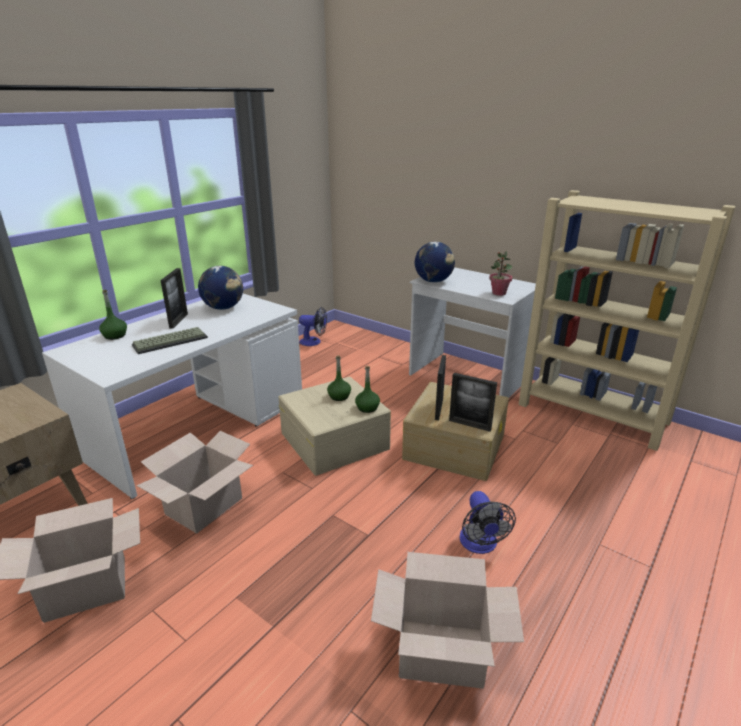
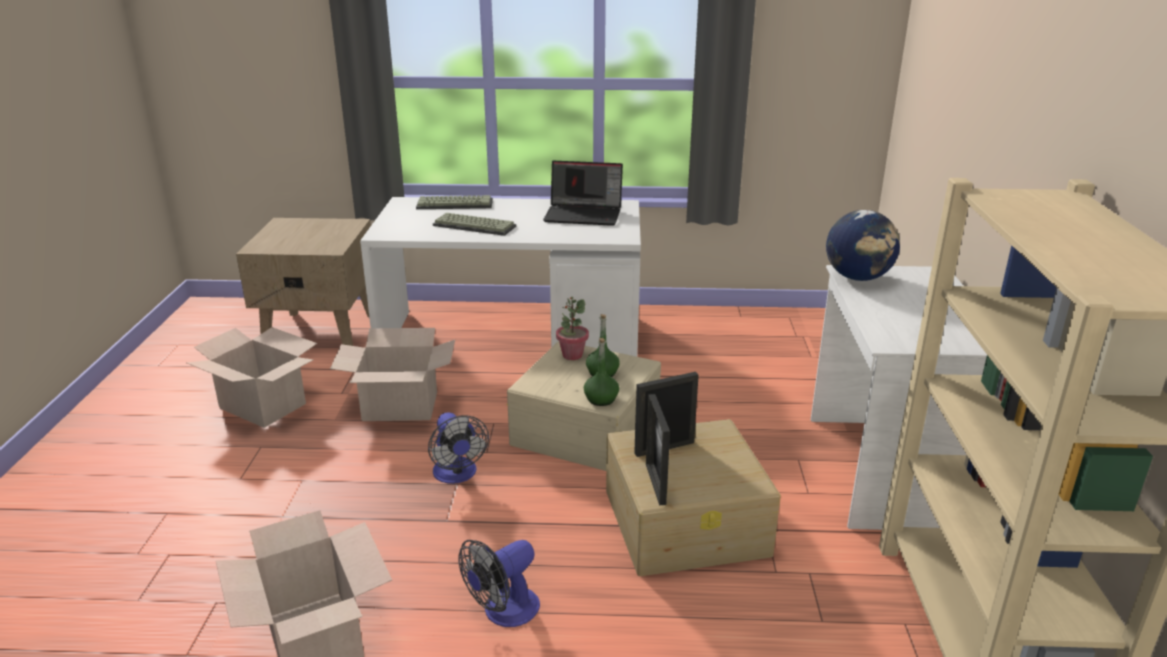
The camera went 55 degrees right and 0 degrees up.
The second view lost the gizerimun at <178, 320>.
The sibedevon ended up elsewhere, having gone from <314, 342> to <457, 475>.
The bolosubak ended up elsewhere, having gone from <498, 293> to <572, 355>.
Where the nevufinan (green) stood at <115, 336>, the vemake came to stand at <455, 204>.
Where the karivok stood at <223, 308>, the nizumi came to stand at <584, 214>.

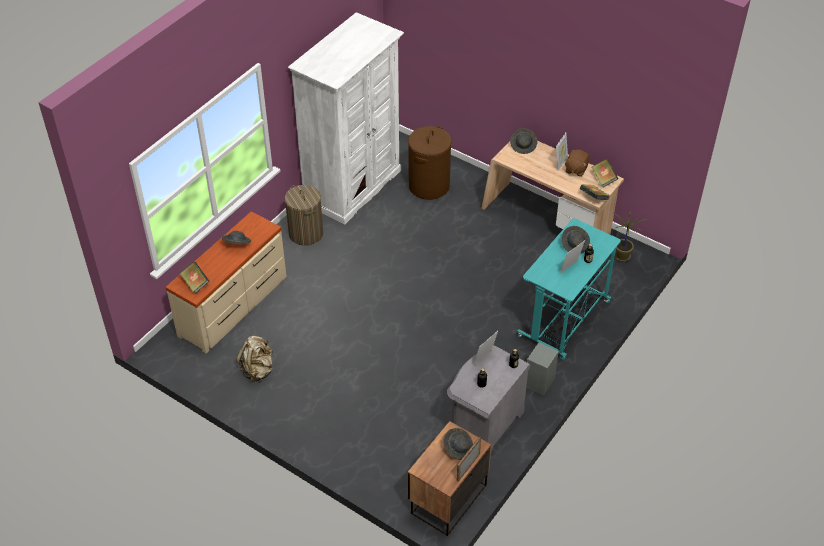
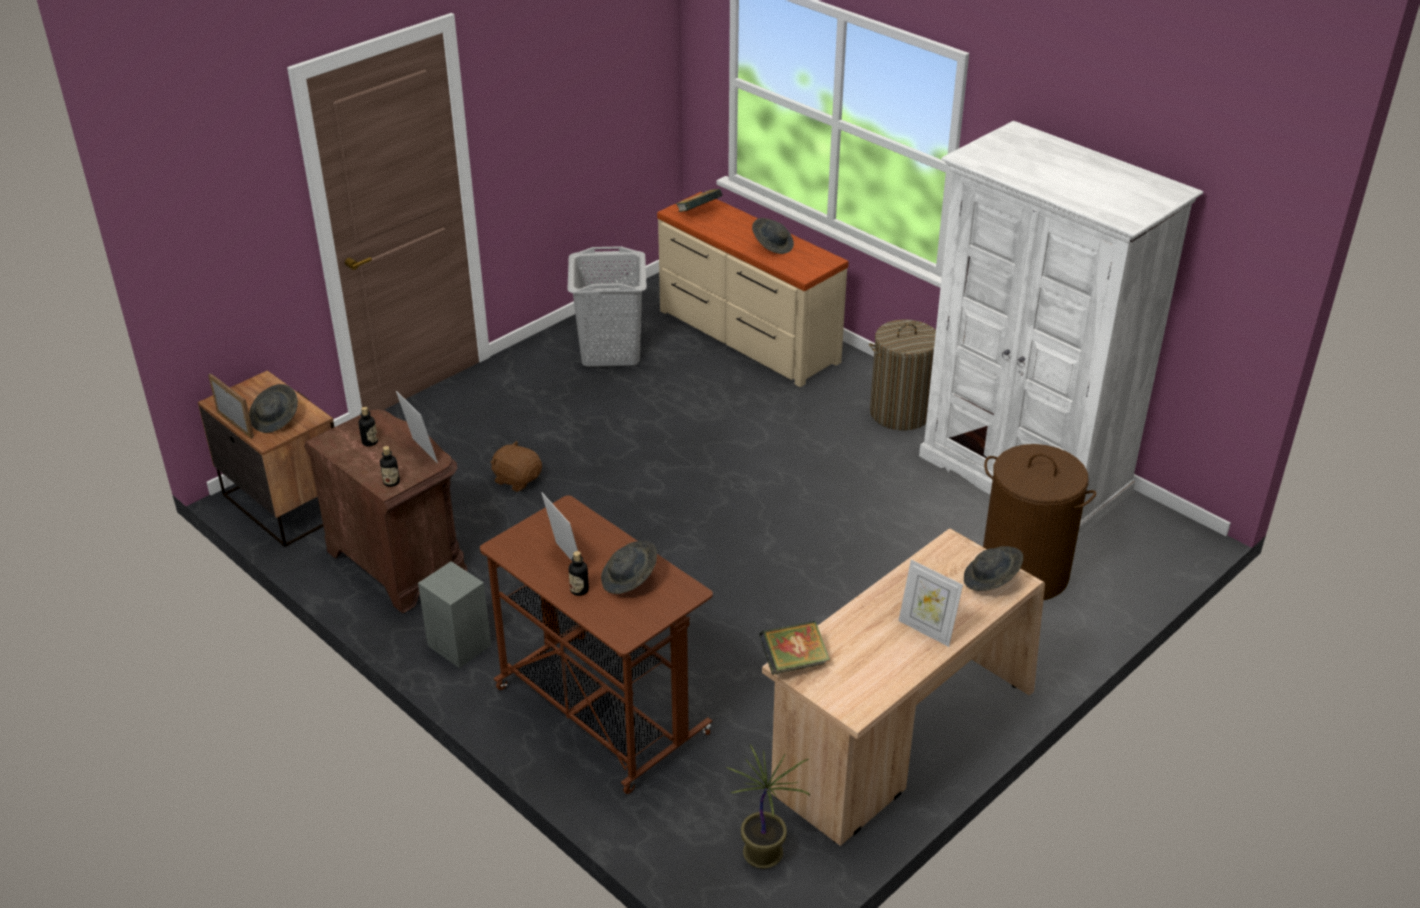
The camera went 100 degrees right and 10 degrees down.
The second view lost the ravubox at <603, 179>.
The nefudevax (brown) ended up elsewhere, having gone from <575, 169> to <517, 479>.
Where the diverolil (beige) stood at <258, 370>, the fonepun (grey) came to stand at <611, 351>.
What was the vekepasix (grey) at <482, 425> turned into the vekepasix (brown) at <401, 560>.
What was the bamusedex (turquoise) at <563, 319> turned into the bamusedex (brown) at <601, 711>.

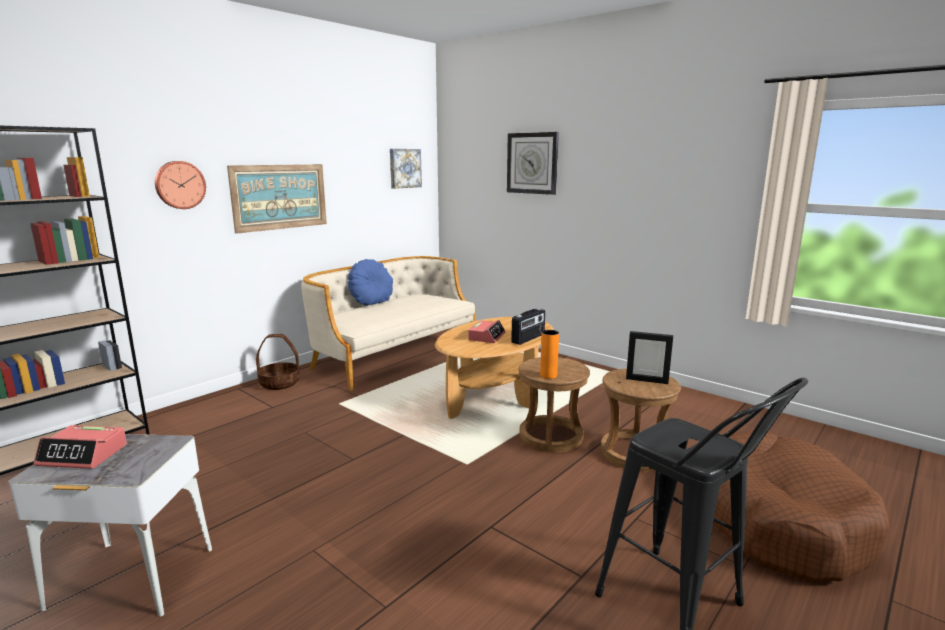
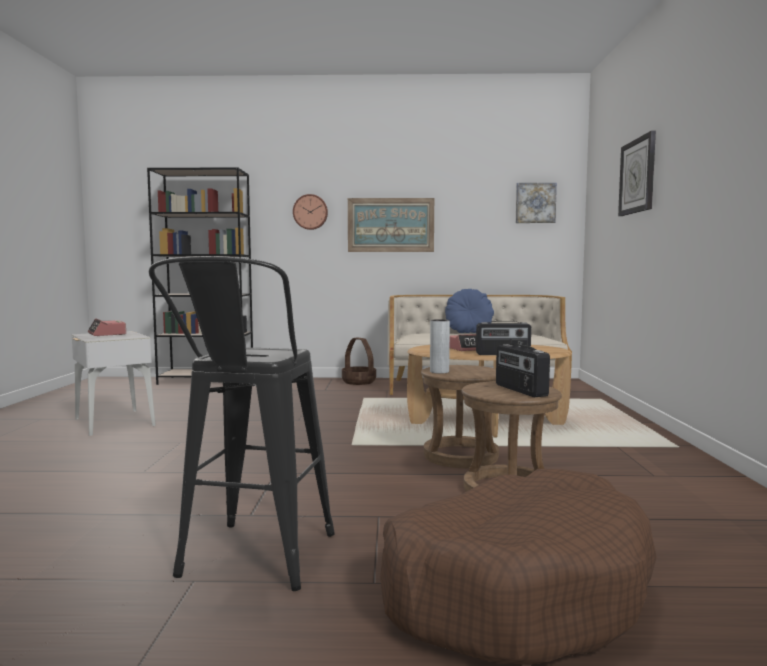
The camera went 50 degrees right and 10 degrees down.
Where the gizerimun stood at <647, 380>, the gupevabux came to stand at <520, 390>.
What was the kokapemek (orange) at <548, 375> turned into the kokapemek (grey) at <439, 372>.

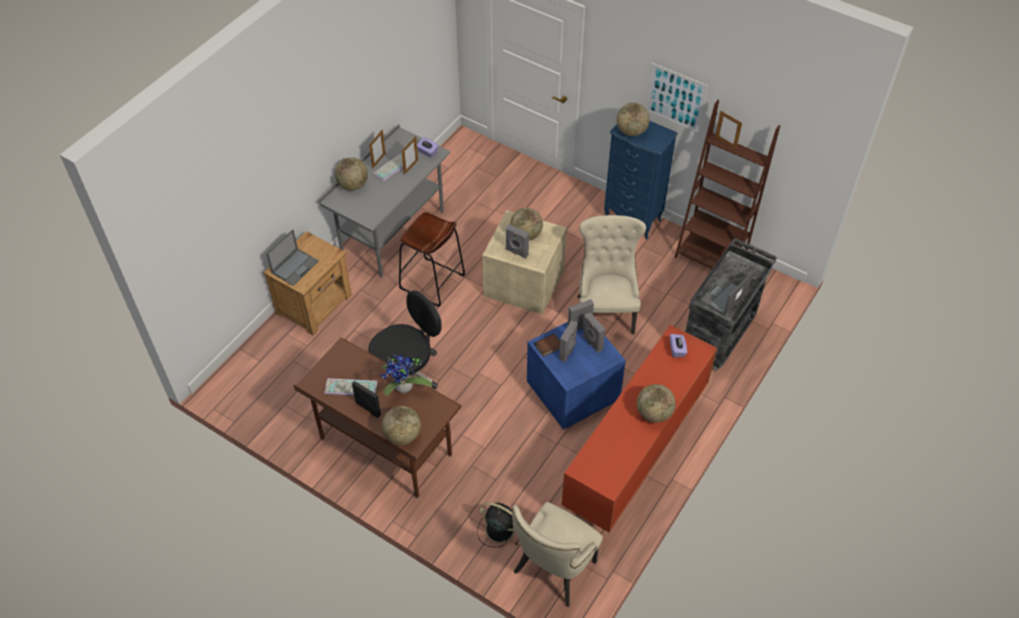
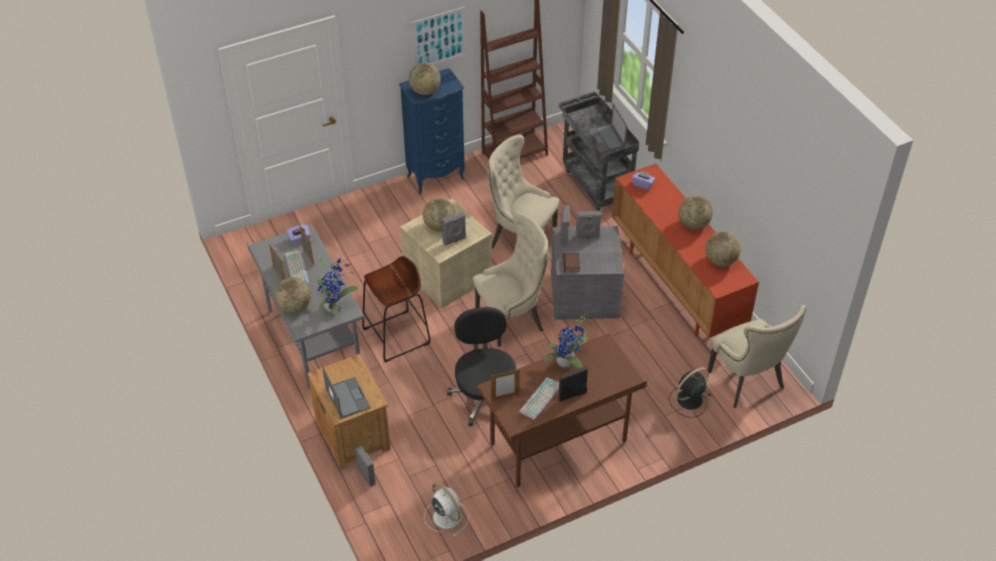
The camera went 60 degrees left and 5 degrees down.
The second view gained the bolosubak at <335, 306>.
The second view gained the sibedevon (white) at <446, 516>.
The second view gained the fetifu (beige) at <511, 319>.
The karivok ended up elsewhere, having gone from <402, 435> to <720, 260>.
The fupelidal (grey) ended up elsewhere, having gone from <568, 351> to <367, 476>.
The gizerimun ended up elsewhere, having gone from <725, 143> to <505, 397>.
What was the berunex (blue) at <572, 391> turned into the berunex (grey) at <585, 295>.

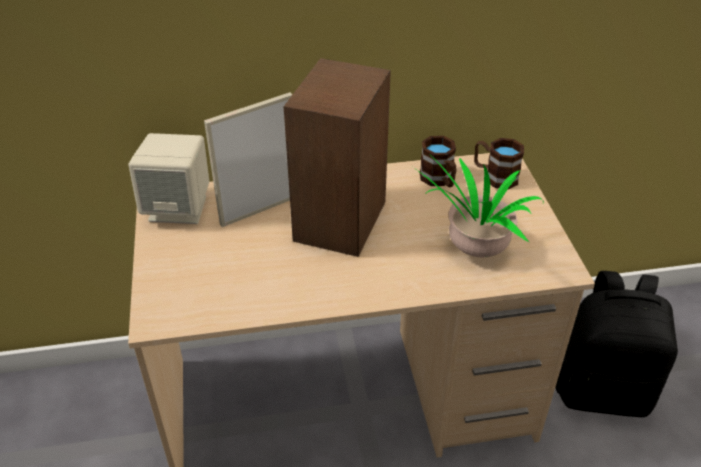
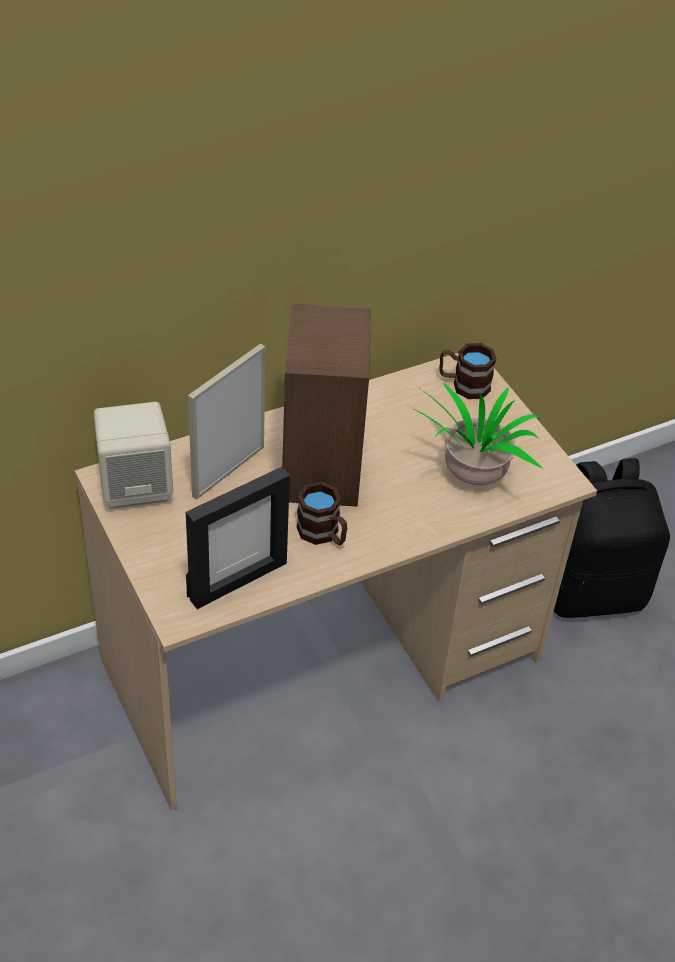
The camera went 20 degrees left and 5 degrees up.
The second view gained the gizerimun at <237, 579>.
The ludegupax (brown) ended up elsewhere, having gone from <439, 180> to <323, 534>.

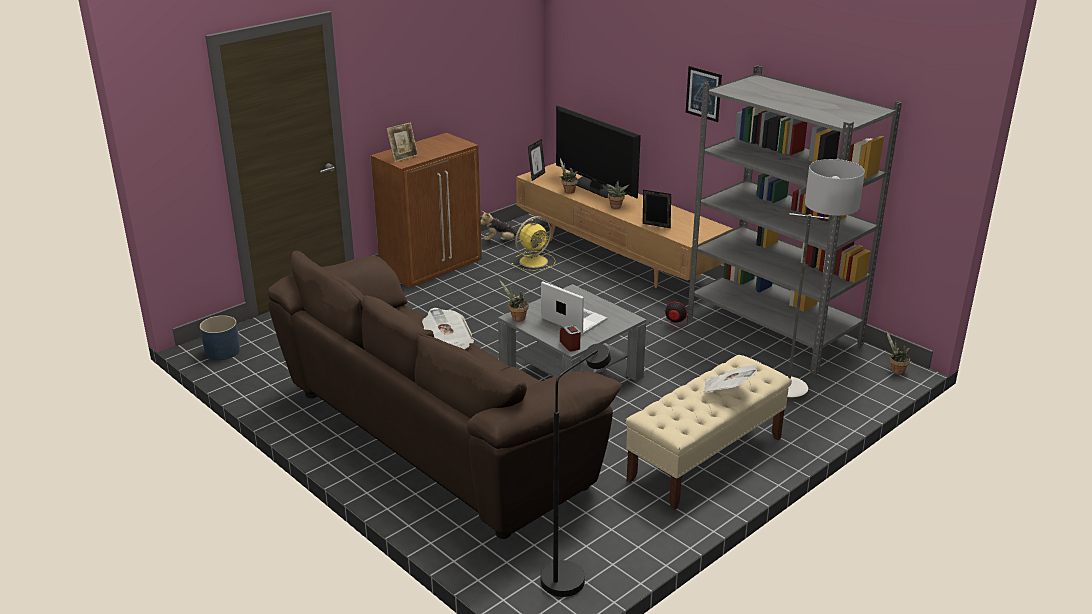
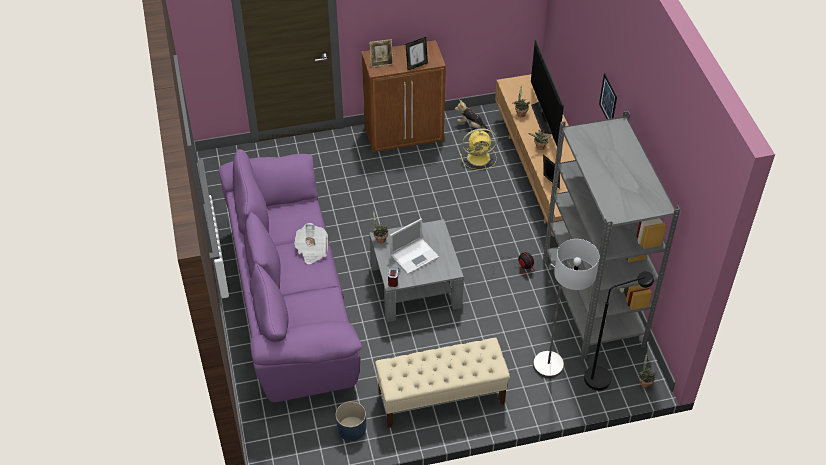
The camera went 30 degrees right and 20 degrees up.
The second view lost the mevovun at <727, 390>.
The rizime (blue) ended up elsewhere, having gone from <222, 352> to <351, 429>.
The gizerimun ended up elsewhere, having gone from <536, 176> to <416, 65>.
The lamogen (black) ended up elsewhere, having gone from <570, 574> to <604, 377>.
What was the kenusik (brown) at <436, 439> turned into the kenusik (purple) at <293, 304>.
The nizumi at <572, 319> ended up facing another way, 75 degrees clockwise from before.

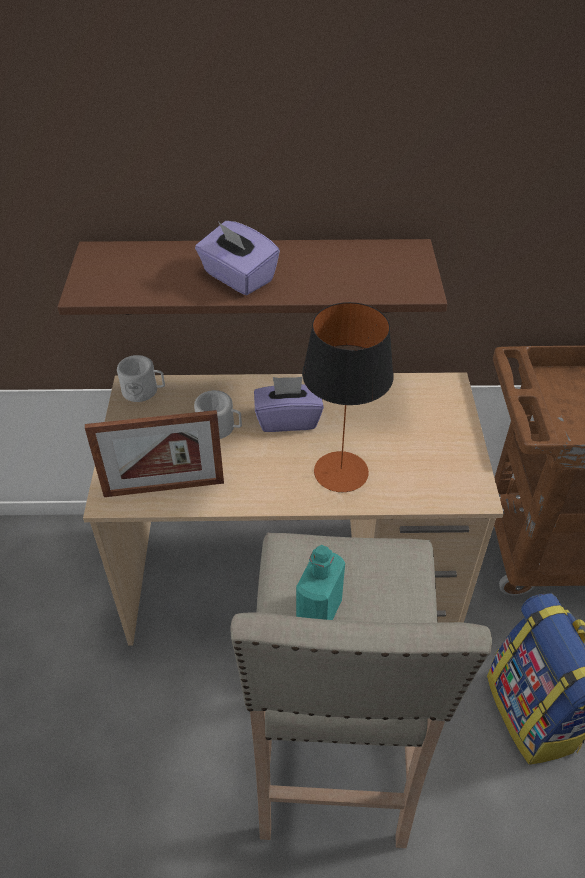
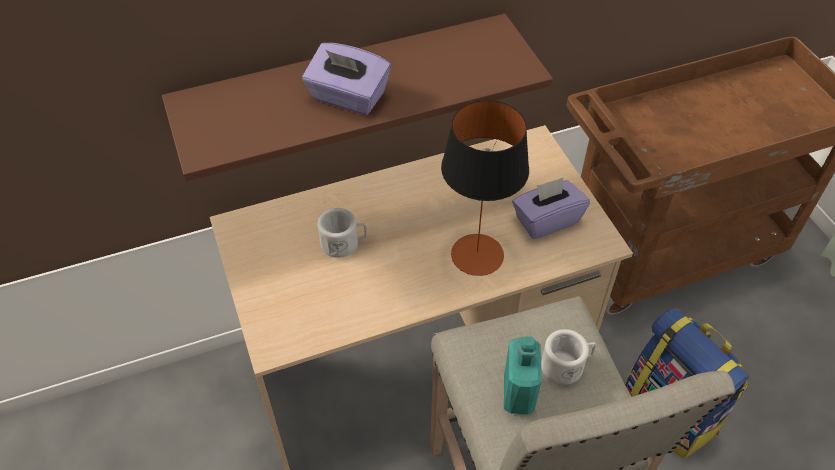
The camera went 20 degrees left and 5 degrees up.
The second view lost the gizerimun at <164, 488>.
The ludegupax (white) ended up elsewhere, having gone from <144, 391> to <566, 365>.
The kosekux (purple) ended up elsewhere, having gone from <288, 419> to <546, 220>.

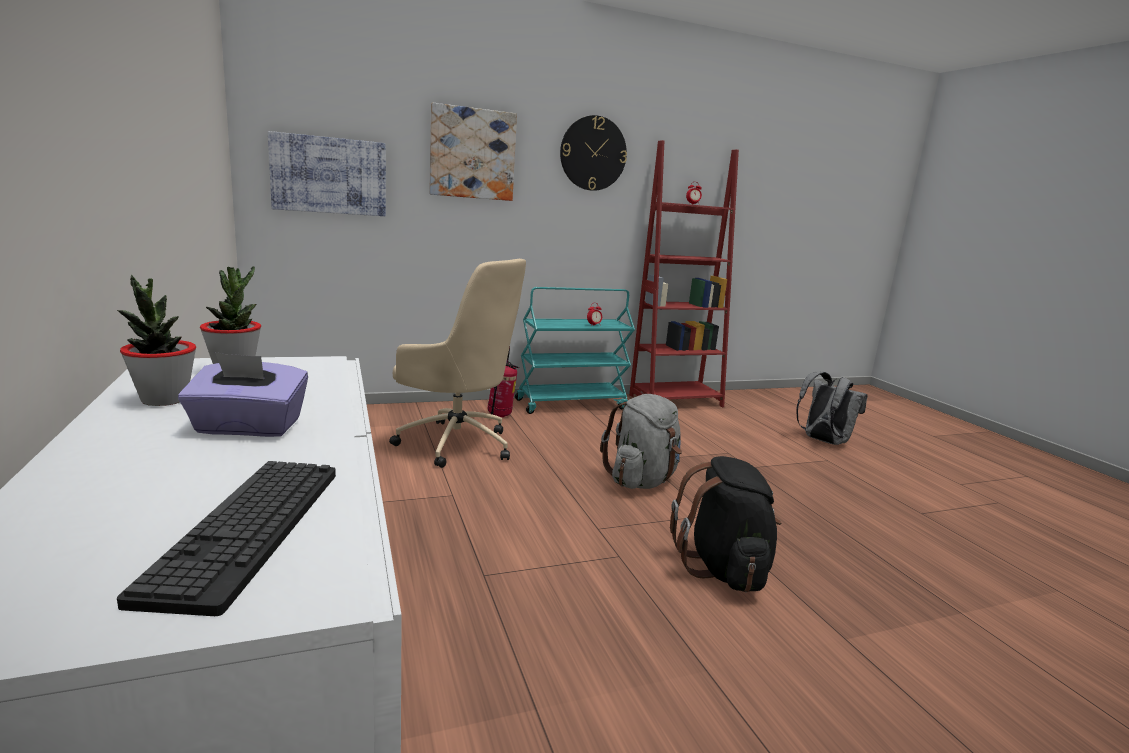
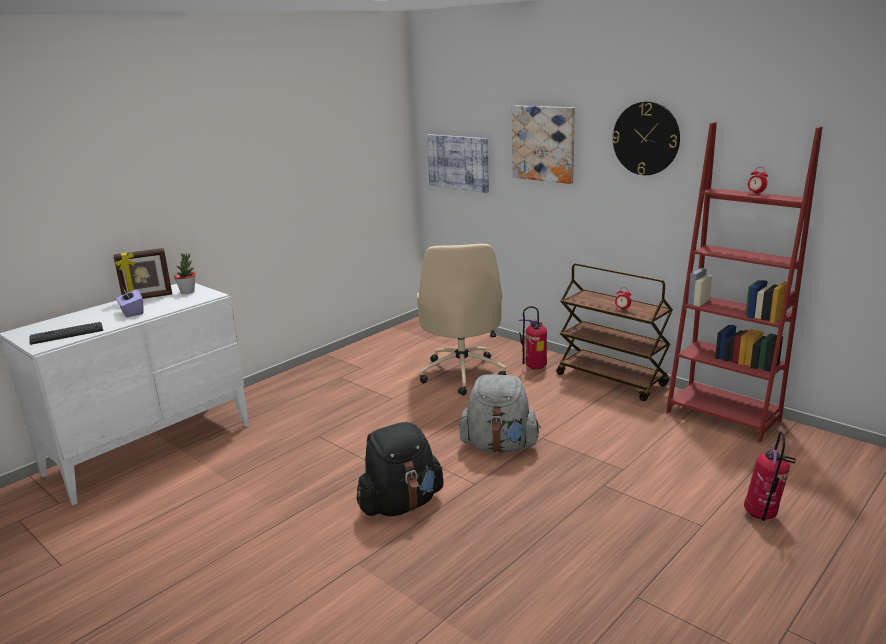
The camera went 65 degrees right and 5 degrees up.
Where the bolosubak stood at <164, 399>, the gizerimun came to stand at <148, 297>.
Where the diverolil (grey) stood at <822, 441>, the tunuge came to stand at <763, 516>.
What was the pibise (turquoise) at <571, 404> turned into the pibise (brown) at <612, 380>.

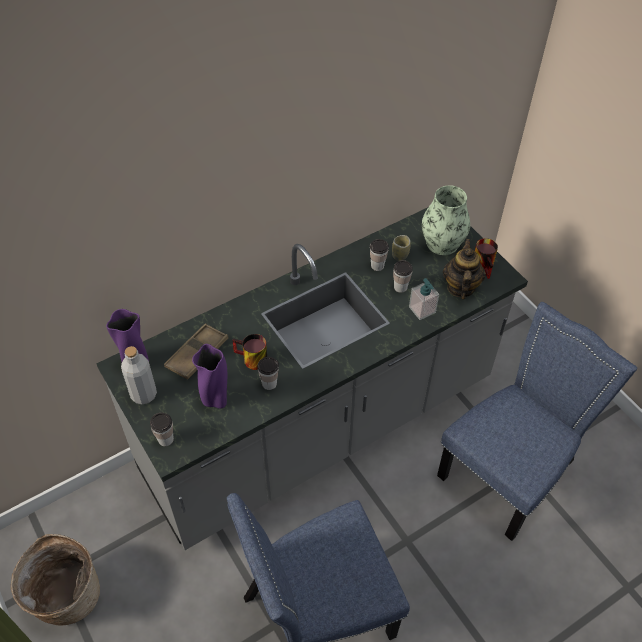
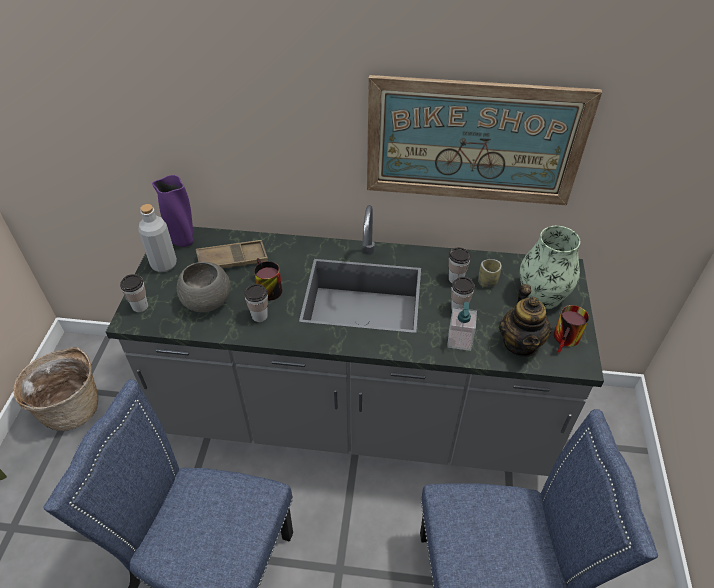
The camera went 40 degrees right and 5 degrees down.
The second view gained the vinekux at <473, 142>.
Where the kokapemek (purple) stood at <215, 400>, the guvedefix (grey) came to stand at <206, 301>.
The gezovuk at <460, 287> ended up facing another way, 135 degrees clockwise from before.

